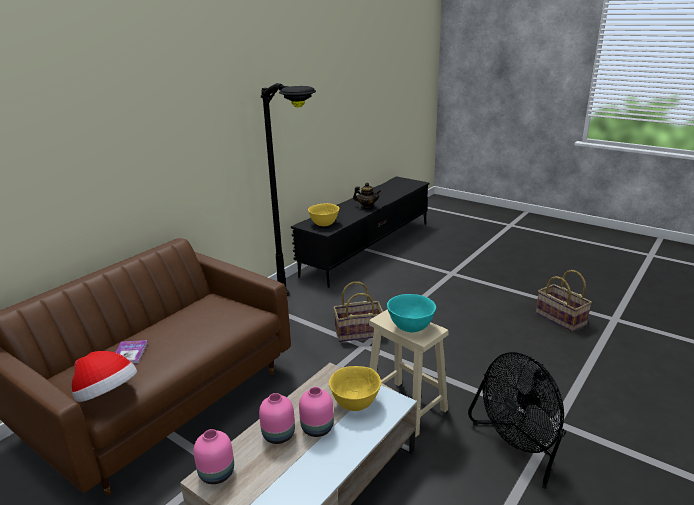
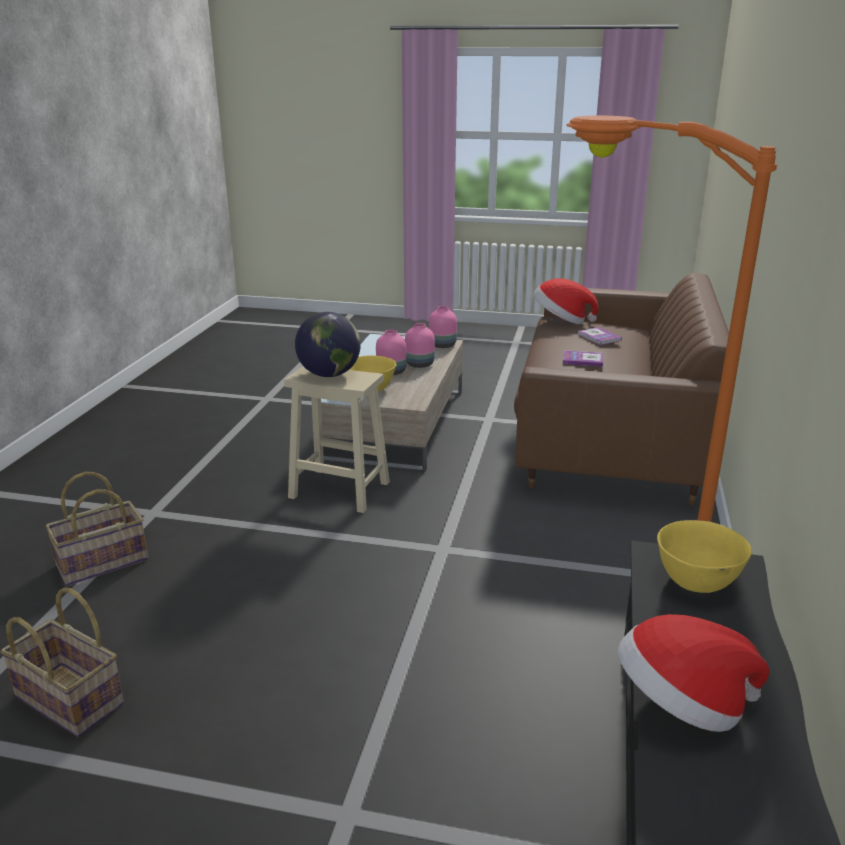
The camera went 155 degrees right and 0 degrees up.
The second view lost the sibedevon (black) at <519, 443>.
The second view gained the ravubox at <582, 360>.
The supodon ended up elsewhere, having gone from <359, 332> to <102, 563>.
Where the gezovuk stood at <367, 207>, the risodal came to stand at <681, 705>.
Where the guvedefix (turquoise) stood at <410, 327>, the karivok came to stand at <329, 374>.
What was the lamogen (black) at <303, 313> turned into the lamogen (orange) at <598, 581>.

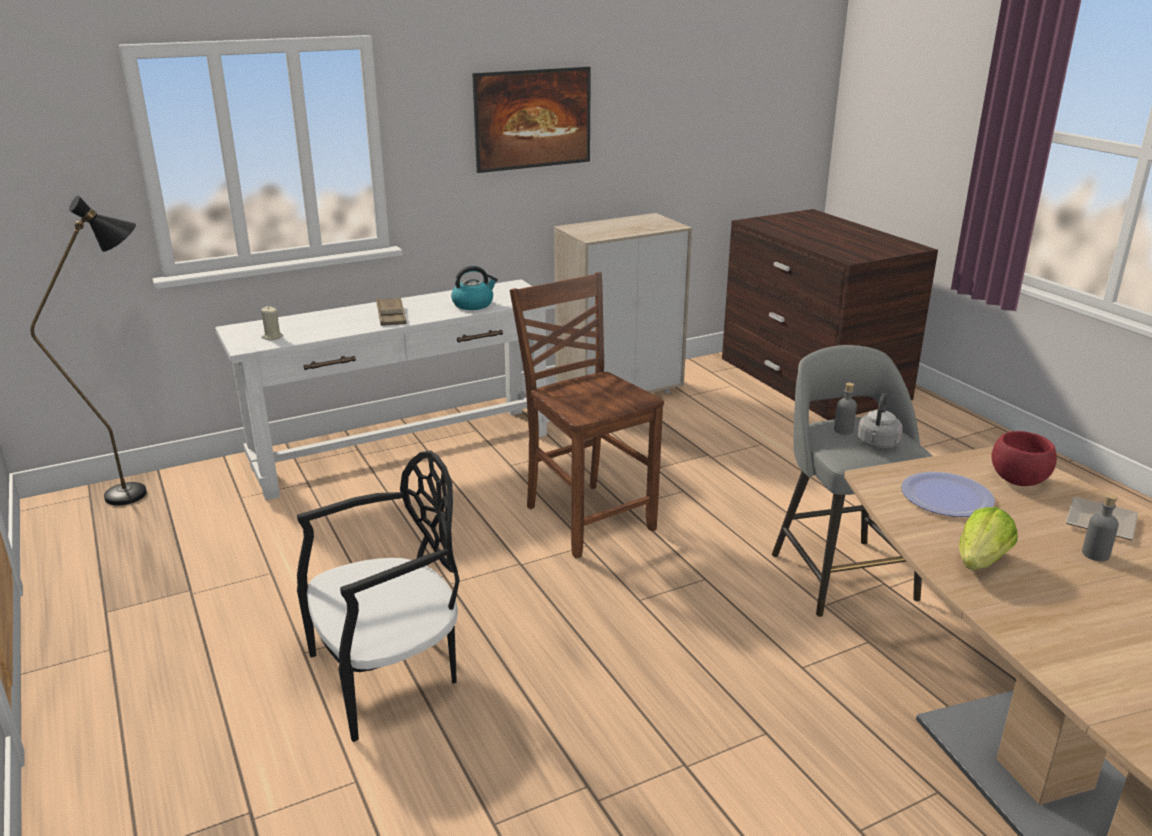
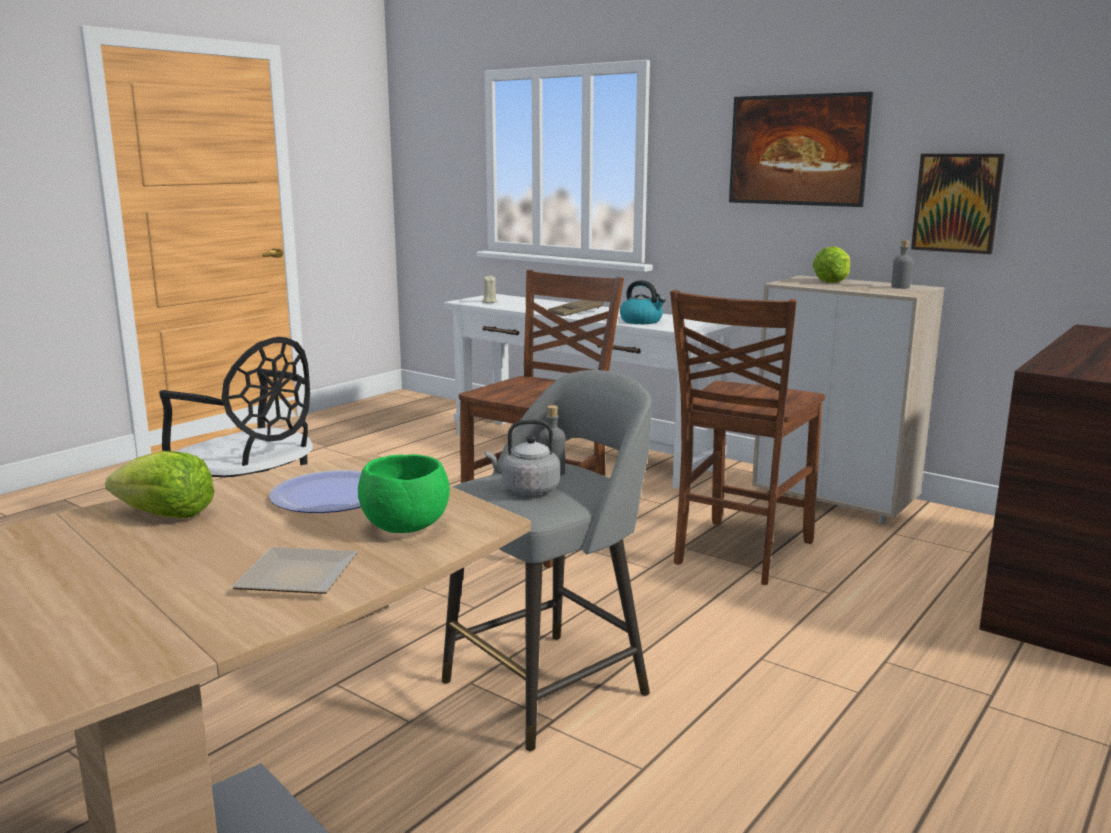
The camera went 65 degrees right and 10 degrees down.
The second view lost the lamogen (black) at <141, 491>.
The second view gained the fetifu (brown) at <739, 553>.
The second view gained the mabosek at <832, 281>.
The second view gained the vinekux at <957, 203>.
The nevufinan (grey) ended up elsewhere, having gone from <1095, 554> to <900, 287>.
What was the guvedefix (red) at <1018, 481> turned into the guvedefix (green) at <405, 528>.

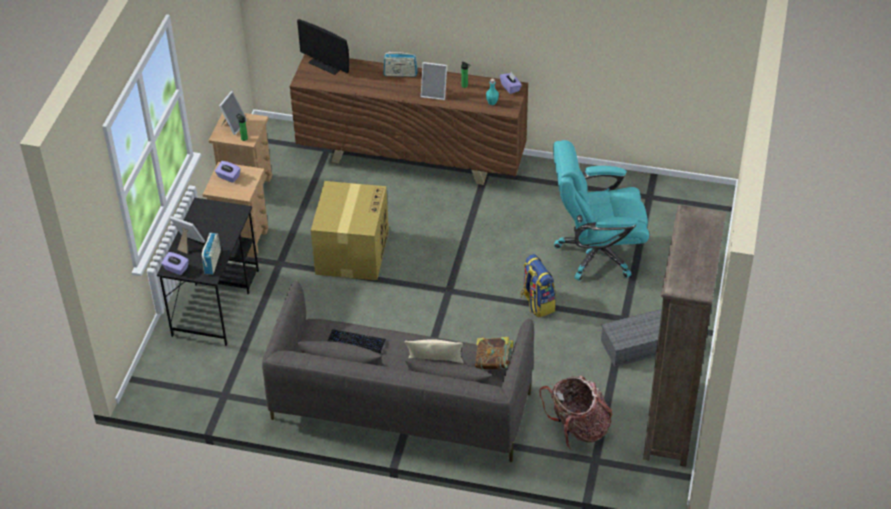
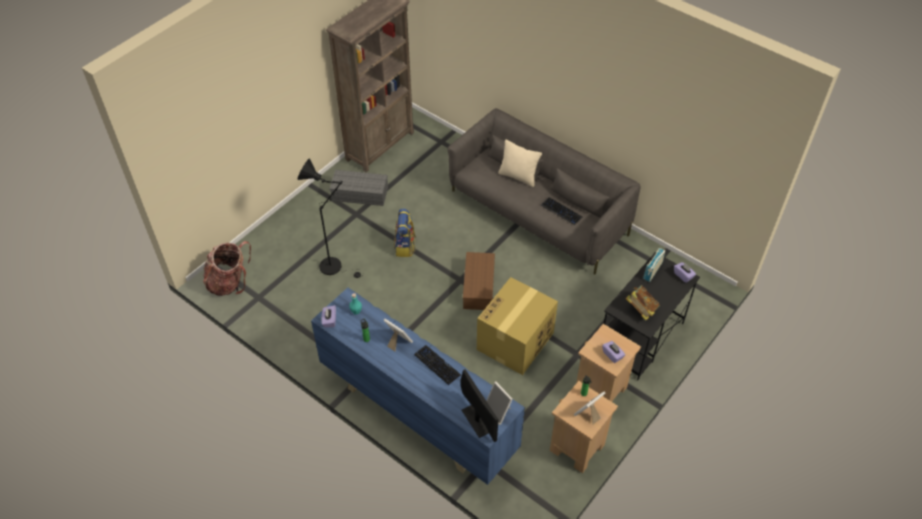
The camera went 155 degrees left and 5 degrees up.
The second view lost the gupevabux at <400, 74>.
The second view gained the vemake at <437, 365>.
The second view gained the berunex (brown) at <479, 287>.
The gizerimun ended up elsewhere, having gone from <188, 244> to <498, 411>.
The ravubox ended up elsewhere, having gone from <494, 363> to <641, 309>.
The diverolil ended up elsewhere, having gone from <578, 429> to <229, 282>.
Where the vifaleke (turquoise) stood at <597, 253>, the lamogen (black) came to stand at <335, 267>.
What was the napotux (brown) at <412, 160> turned into the napotux (blue) at <416, 414>.

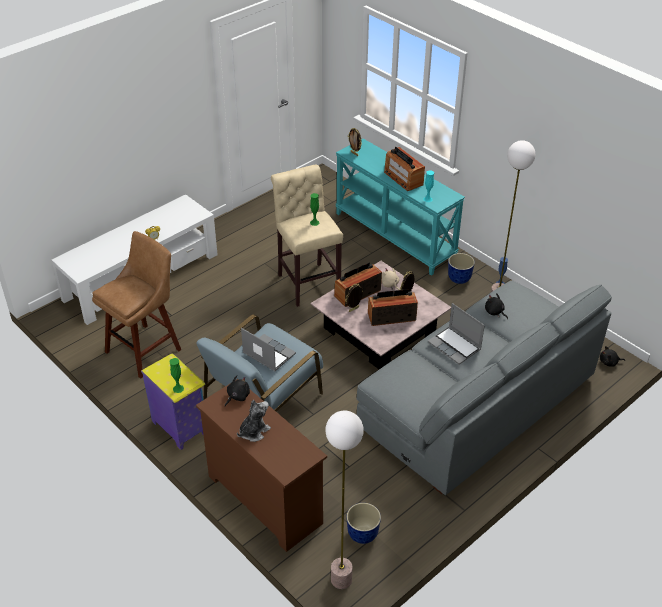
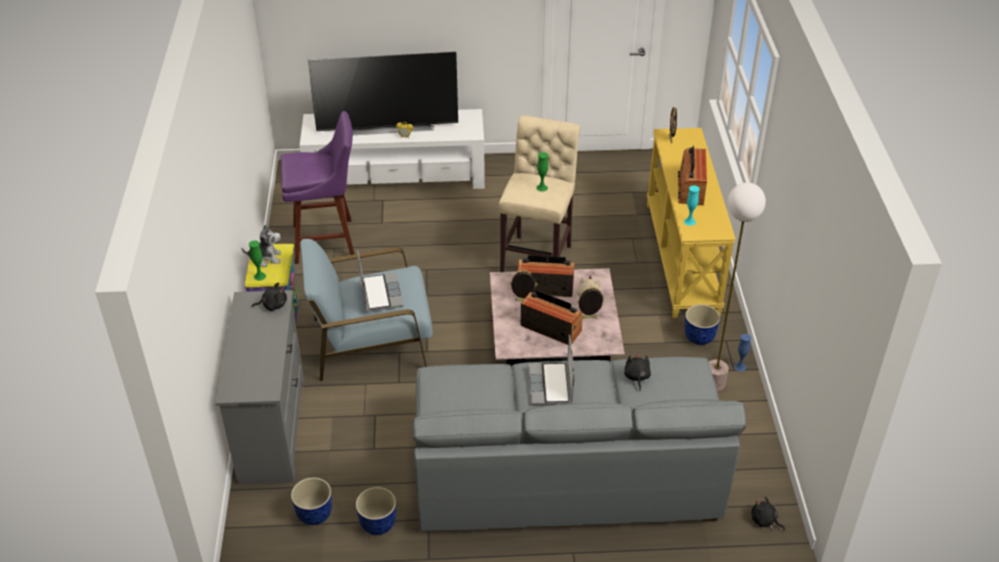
The camera went 40 degrees right and 0 degrees up.
The second view lost the lamogen at <341, 579>.
The second view gained the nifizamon at <387, 126>.
The second view gained the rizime at <377, 525>.
The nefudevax ended up elsewhere, having gone from <253, 431> to <265, 258>.
What was the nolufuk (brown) at <145, 349> turned into the nolufuk (purple) at <327, 241>.
What was the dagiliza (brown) at <264, 499> turned into the dagiliza (grey) at <272, 428>.
What was the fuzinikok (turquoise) at <395, 235> turned into the fuzinikok (yellow) at <683, 258>.

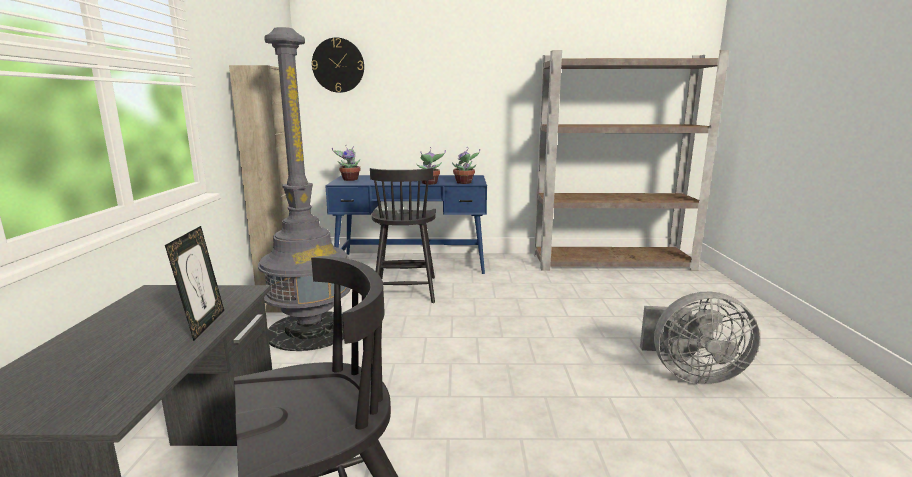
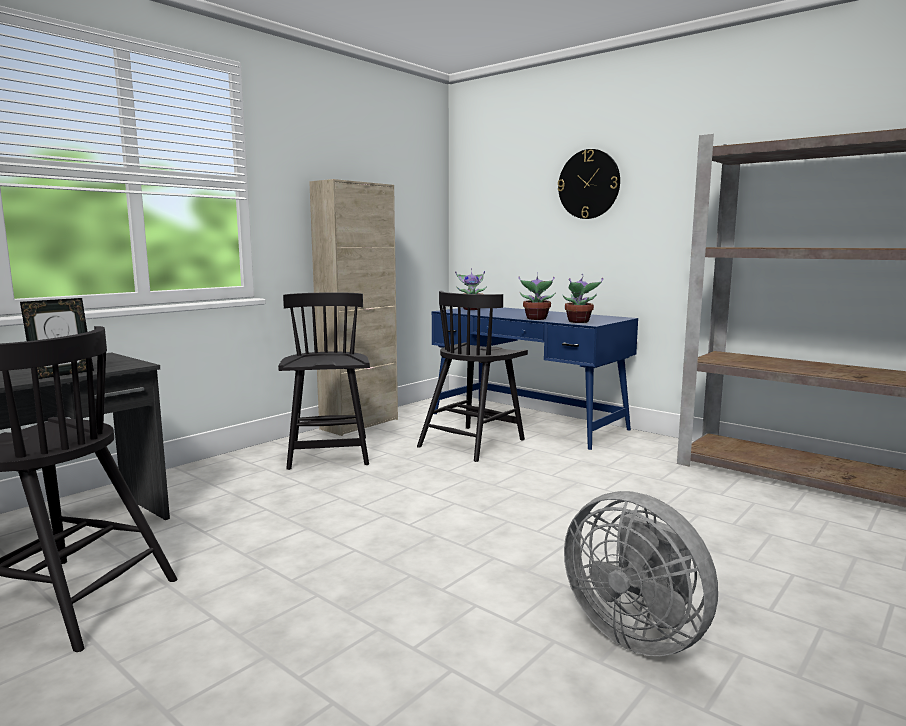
The camera went 40 degrees right and 5 degrees down.
The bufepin ended up elsewhere, having gone from <338, 65> to <589, 184>.
Where the lamogen (grey) stood at <310, 330>, the fetifu (black) came to stand at <329, 453>.

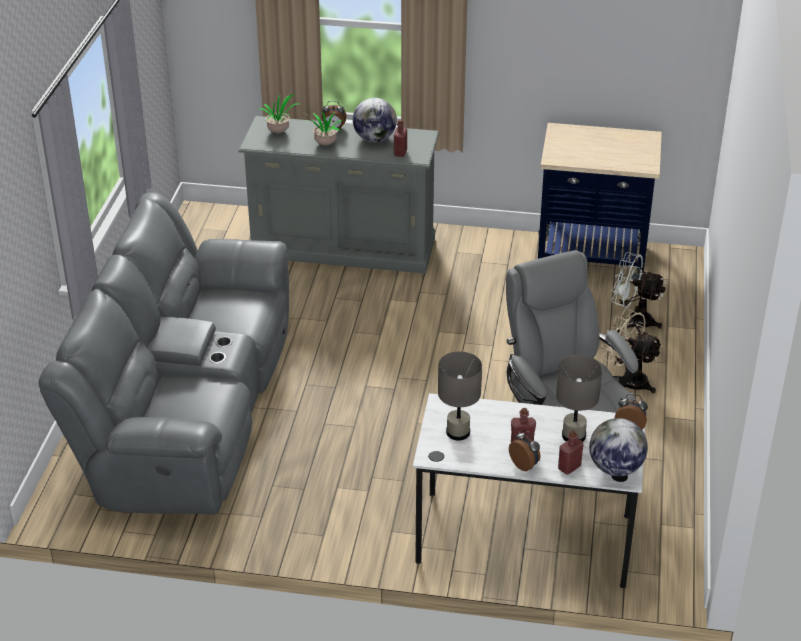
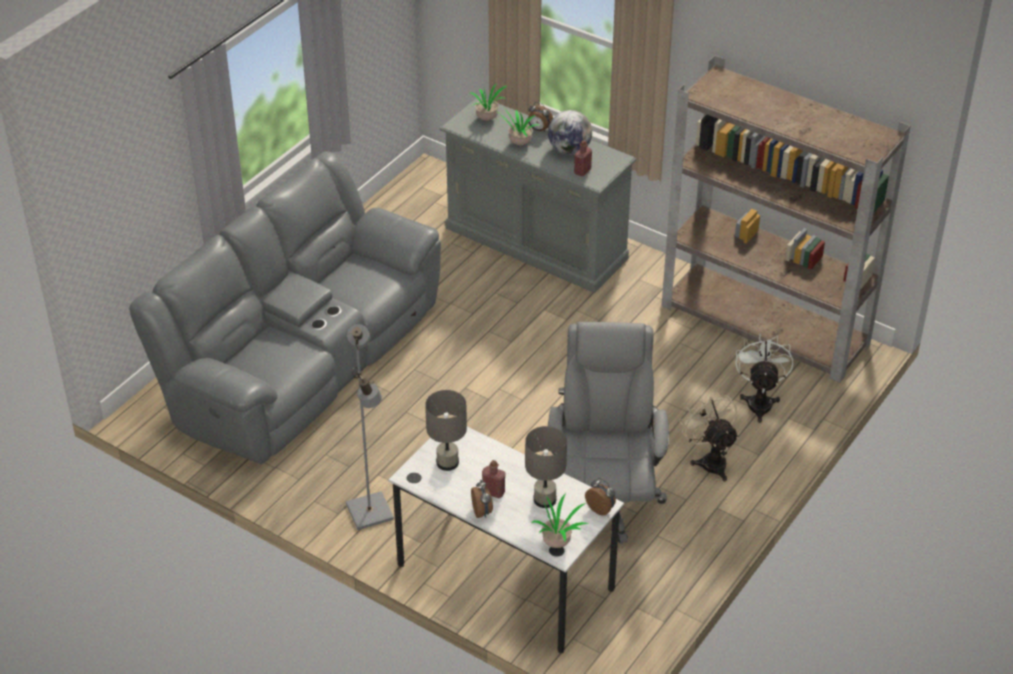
The camera went 25 degrees right and 5 degrees up.
The second view lost the nevufinan (red) at <569, 467>.
The second view gained the lamogen (grey) at <369, 512>.
Where the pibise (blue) stood at <591, 258>, the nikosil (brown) came to stand at <765, 325>.
Where the karivok stood at <615, 468>, the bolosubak came to stand at <558, 542>.
The sibedevon (white) at <633, 320> ended up facing another way, 45 degrees clockwise from before.

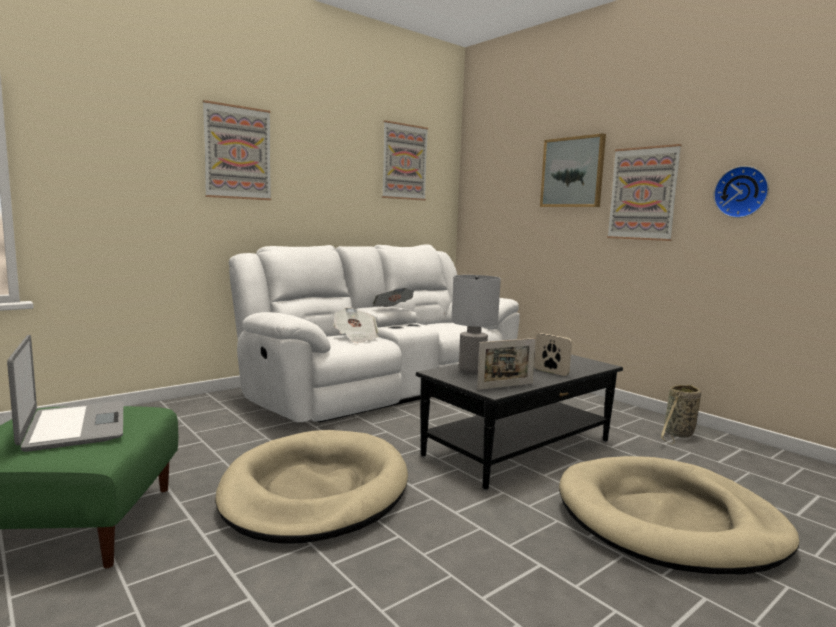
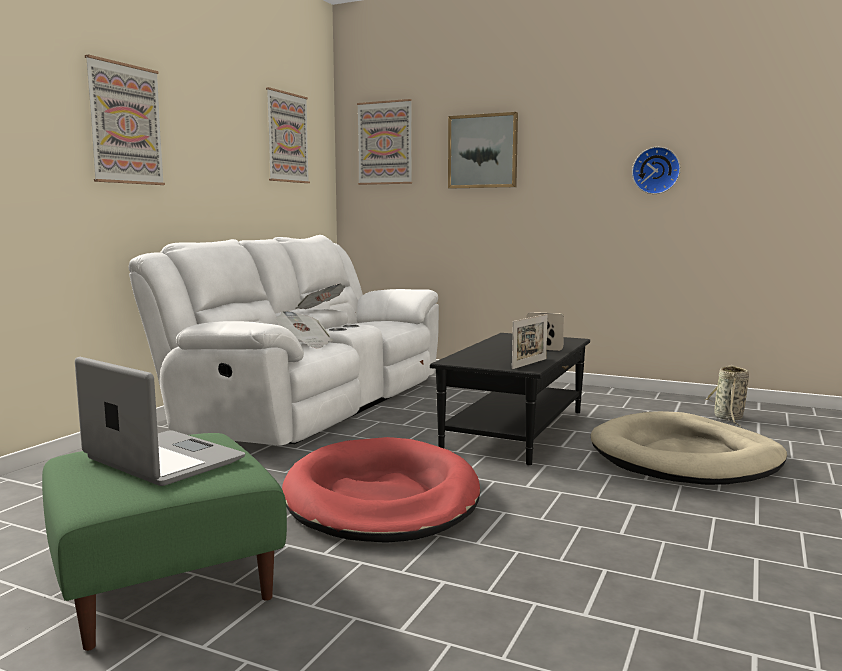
The camera went 25 degrees left and 0 degrees up.
The second view lost the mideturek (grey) at <471, 372>.
The vinekux ended up elsewhere, having gone from <643, 193> to <385, 143>.
The supodon ended up elsewhere, having gone from <678, 435> to <729, 418>.
What was the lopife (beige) at <315, 491> turned into the lopife (red) at <381, 498>.

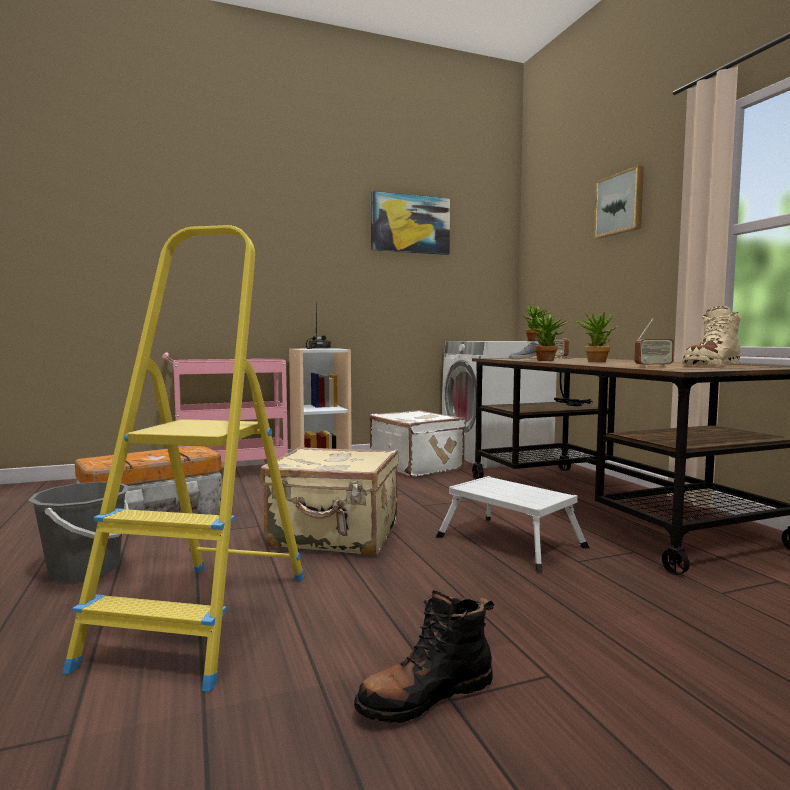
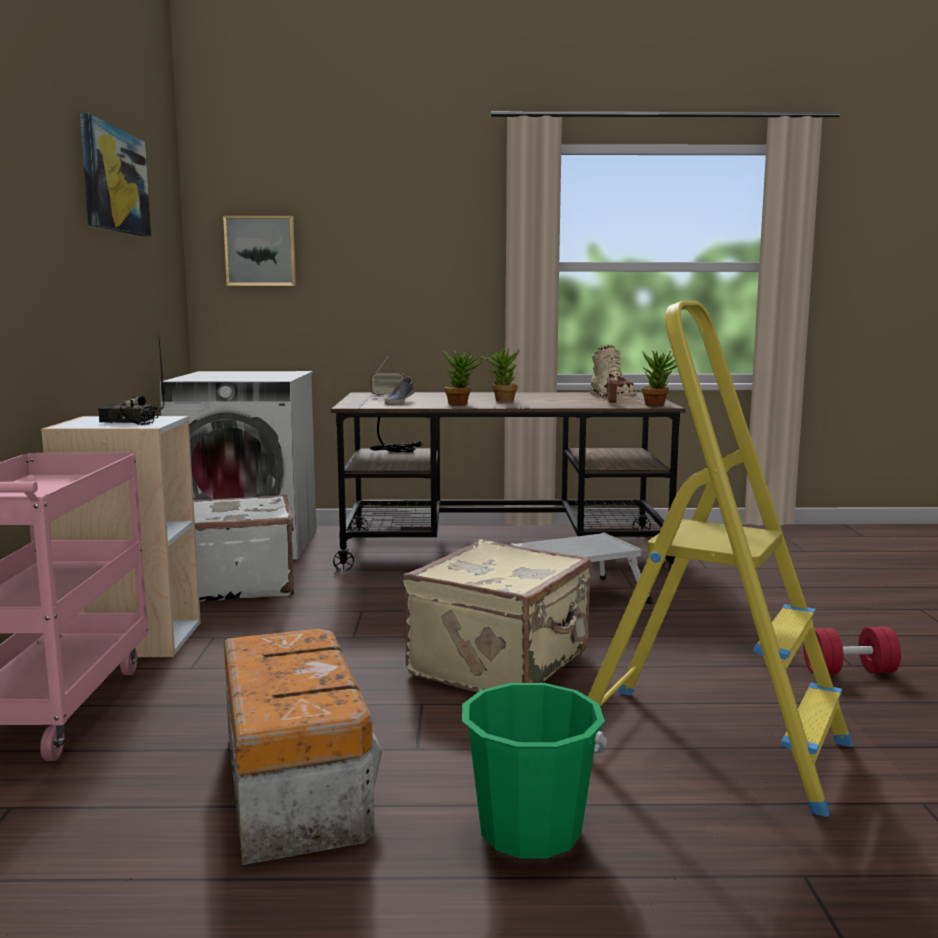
The camera went 70 degrees left and 5 degrees up.
The bolosubak ended up elsewhere, having gone from <535, 341> to <658, 405>.
The vinekux ended up elsewhere, having gone from <620, 204> to <260, 251>.
Where the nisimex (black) stood at <426, 696>, the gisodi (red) came to stand at <849, 671>.
What was the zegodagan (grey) at <85, 570> turned into the zegodagan (green) at <530, 831>.

